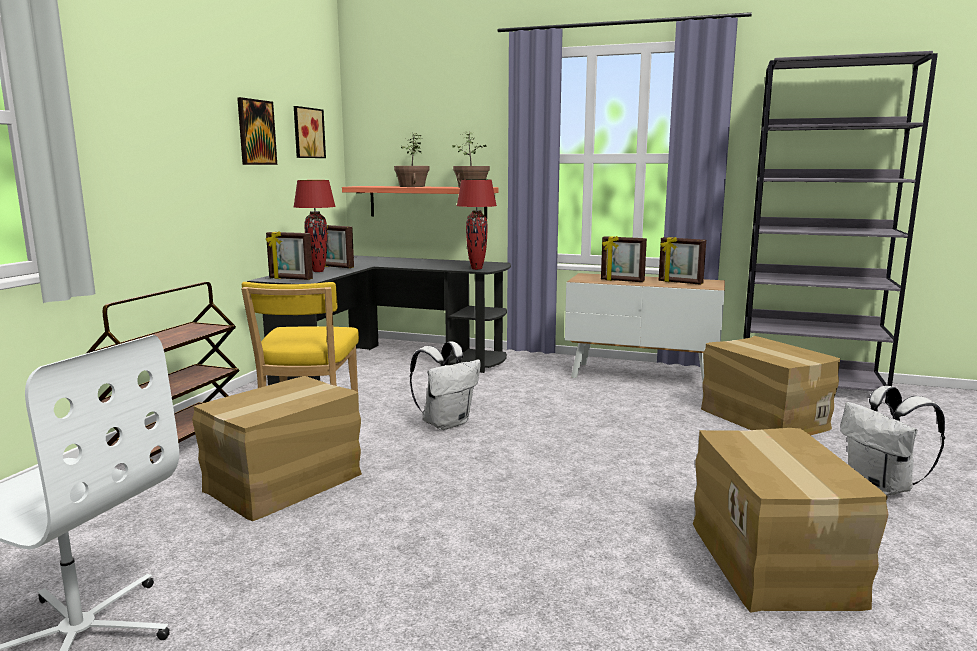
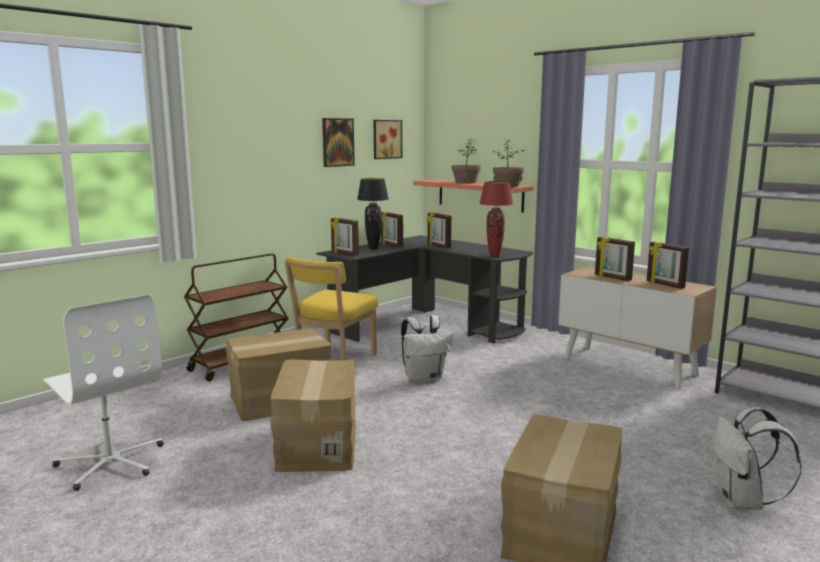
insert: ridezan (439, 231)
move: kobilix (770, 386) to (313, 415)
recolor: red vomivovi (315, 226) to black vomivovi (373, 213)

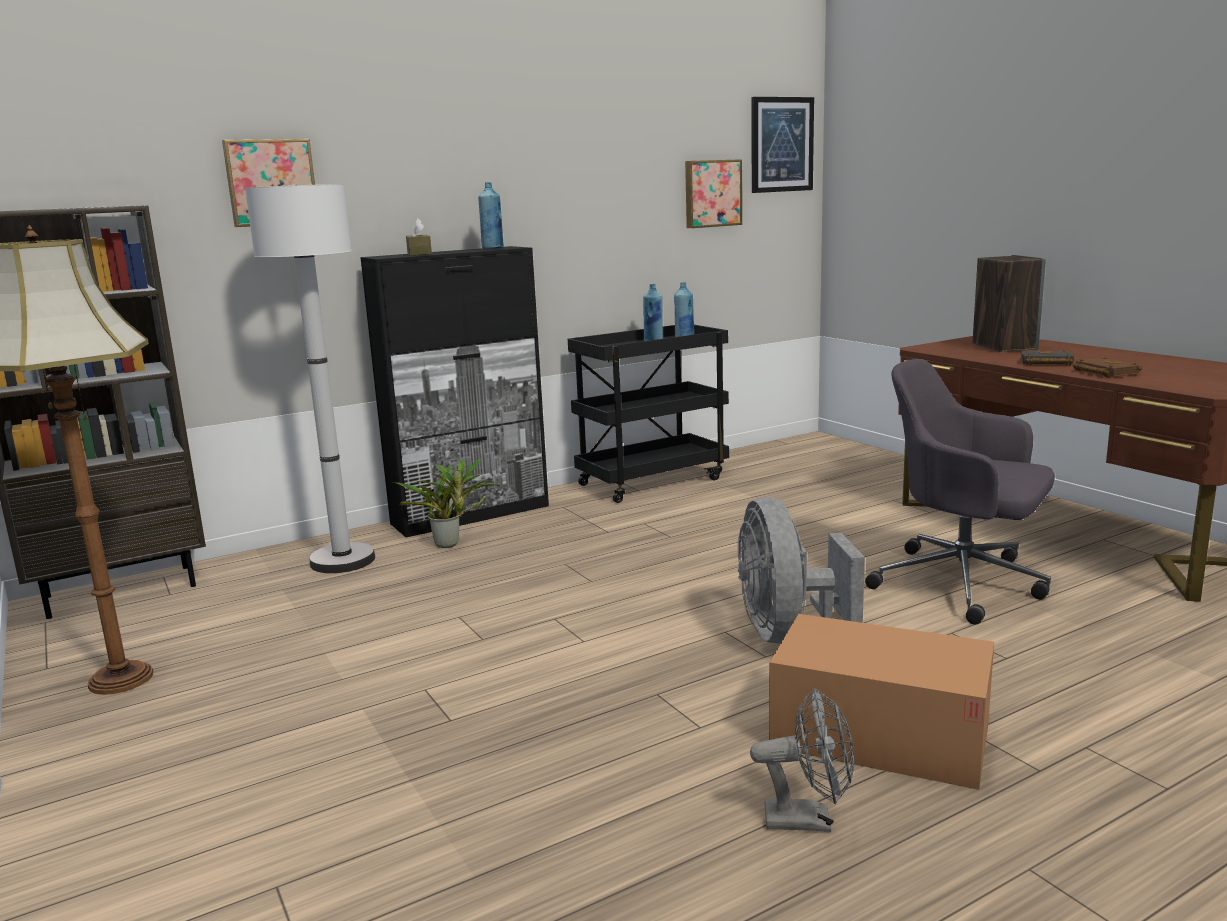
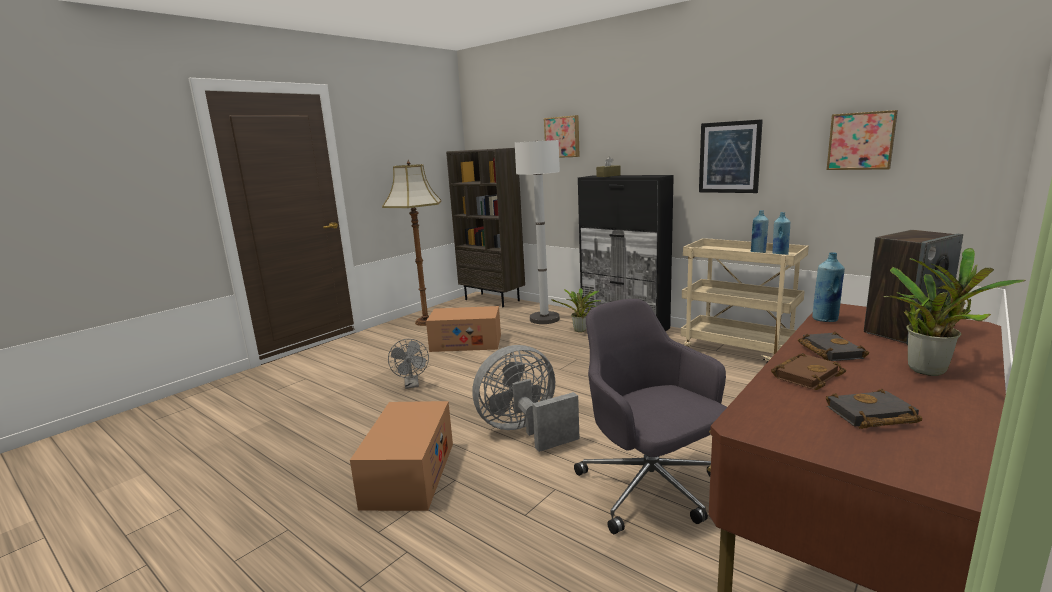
insert: kobilix (463, 329); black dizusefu (874, 409); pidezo (954, 312)
move: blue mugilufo (491, 215) to (828, 287); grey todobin (802, 760) to (408, 364); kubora (782, 145) to (731, 156)
recolor: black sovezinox (648, 414) to beige sovezinox (745, 301)
rotate: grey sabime (960, 492) = (650, 416) 45 degrees counterclockwise

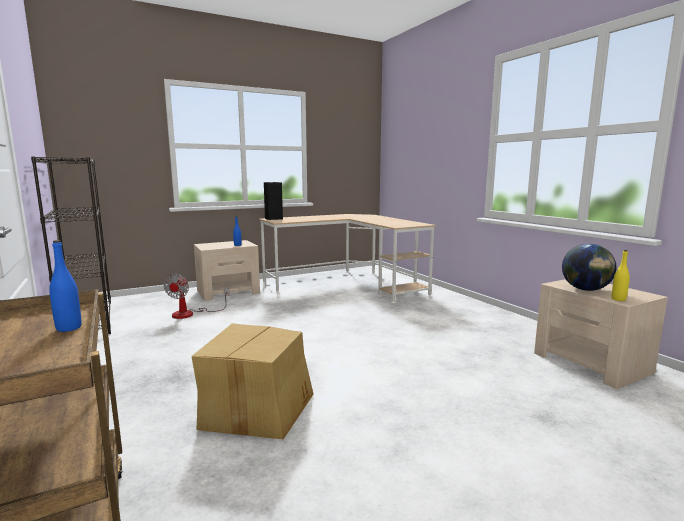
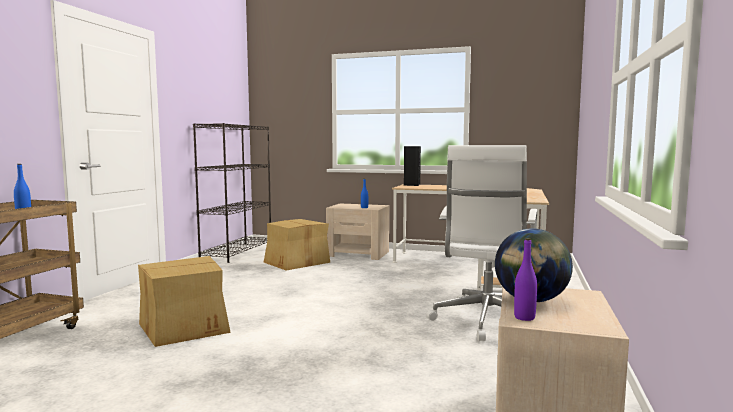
insert: white sabime (482, 243)
replace: todobin (196, 296) to kobilix (297, 244)
recolor: yellow mugilufo (621, 275) to purple mugilufo (525, 279)

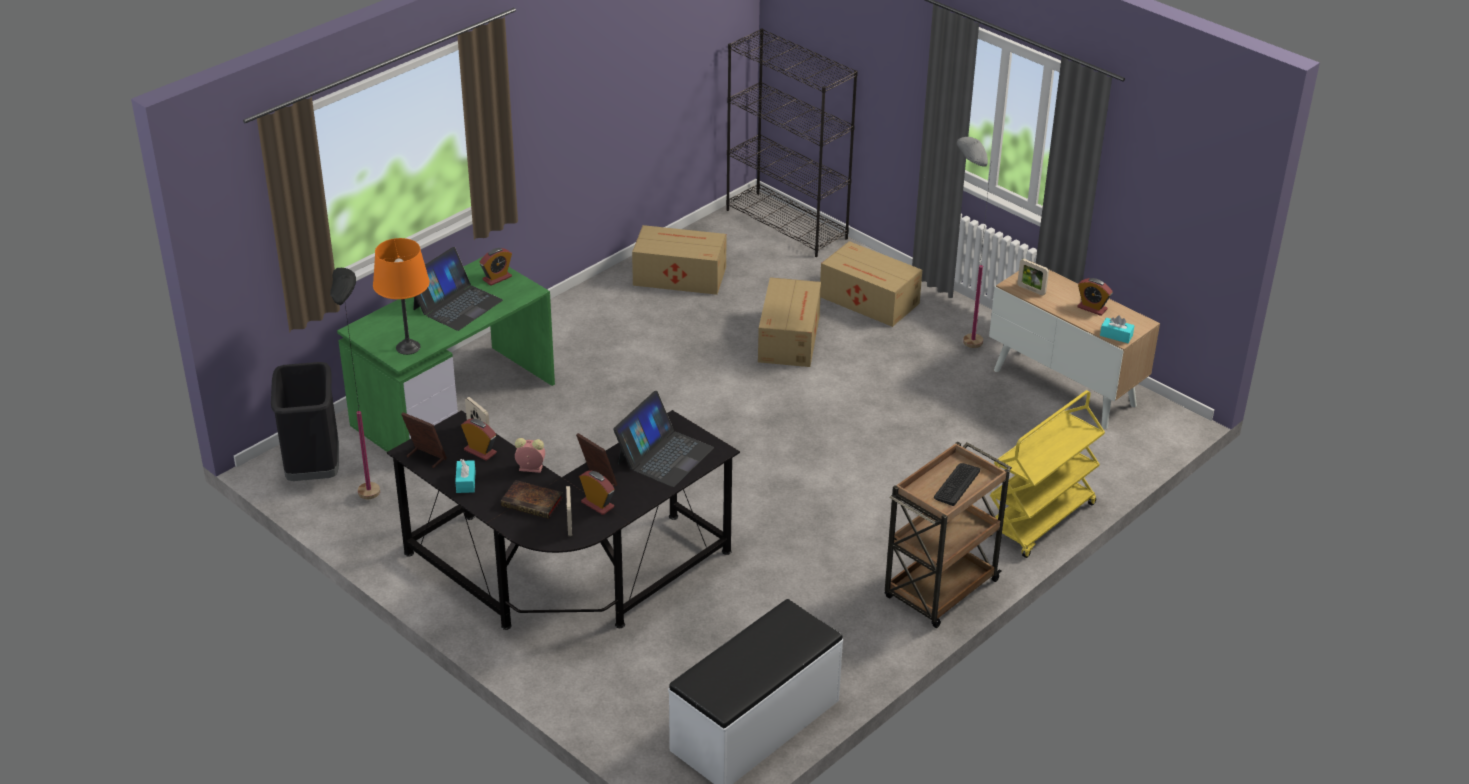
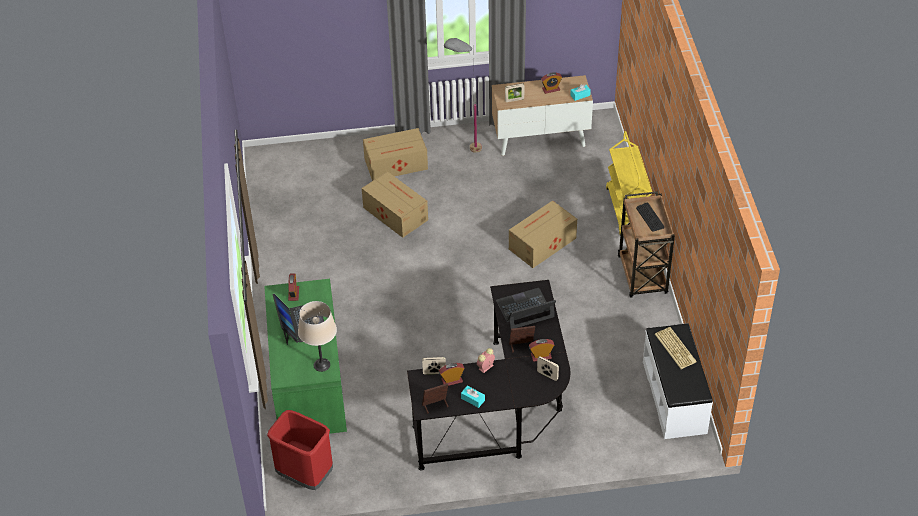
delete: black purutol (355, 383); dizusefu (532, 499); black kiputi (792, 142)
insert: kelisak (676, 348)
move: kobilix (679, 260) to (543, 234)
recolor: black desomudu (305, 421) to red desomudu (300, 450); orange vomivovi (401, 296) to beige vomivovi (317, 336)
rotate: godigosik (663, 439) = (526, 308) 90 degrees counterclockwise

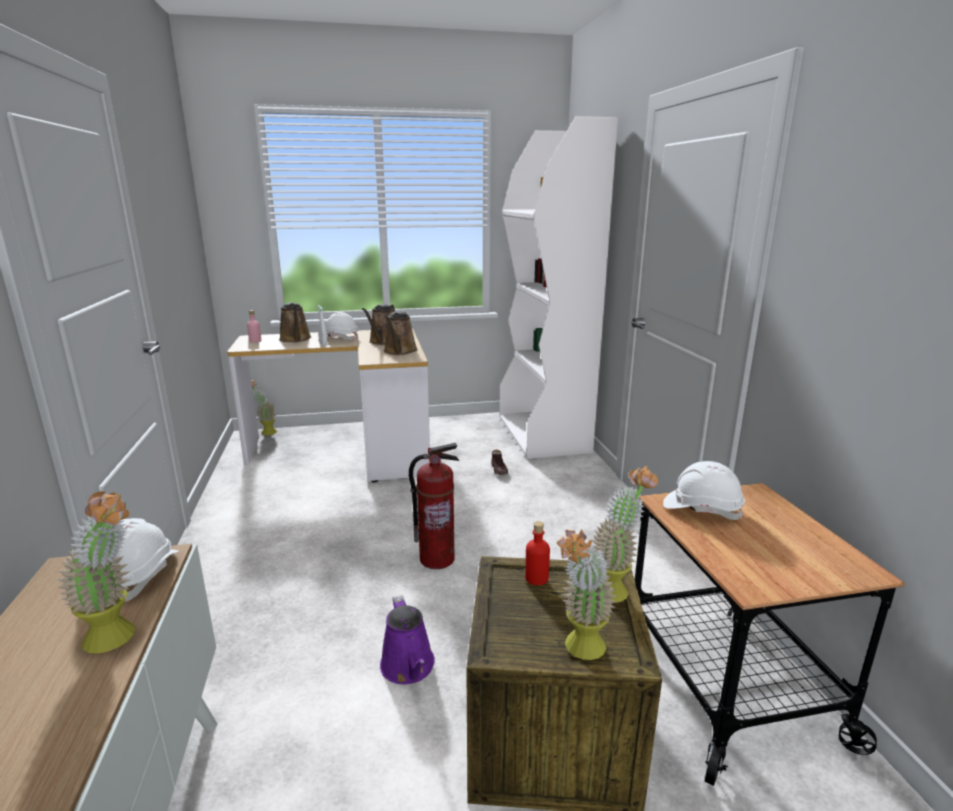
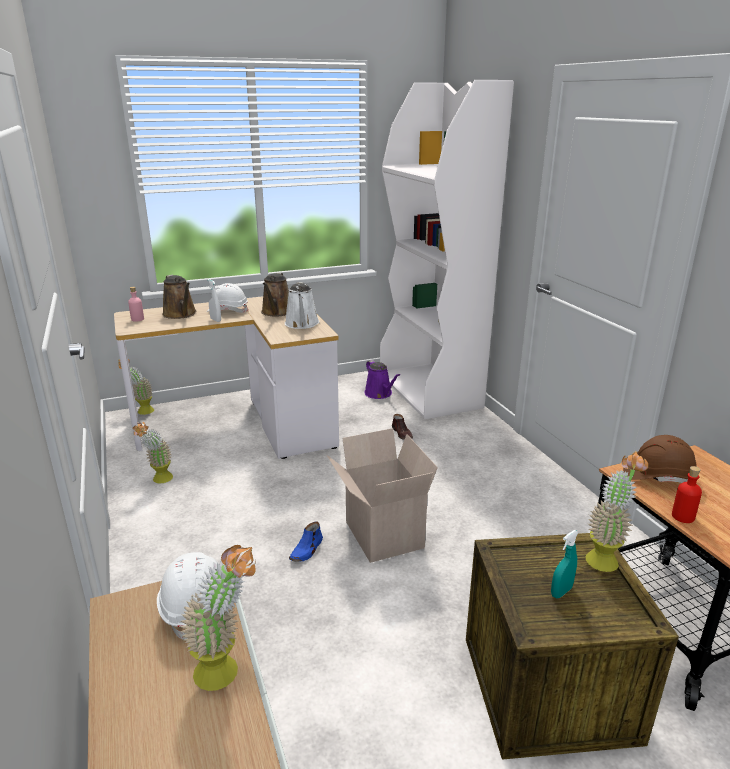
insert: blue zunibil (306, 542); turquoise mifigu (565, 564)
move: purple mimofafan (407, 639) to (382, 379); red mugilufo (537, 553) to (687, 494); pidezo (587, 594) to (152, 452)
replace: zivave (434, 506) to kobilix (382, 495)
recolor: brown mimofafan (401, 333) to white mimofafan (302, 305); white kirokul (704, 490) to brown kirokul (660, 459)

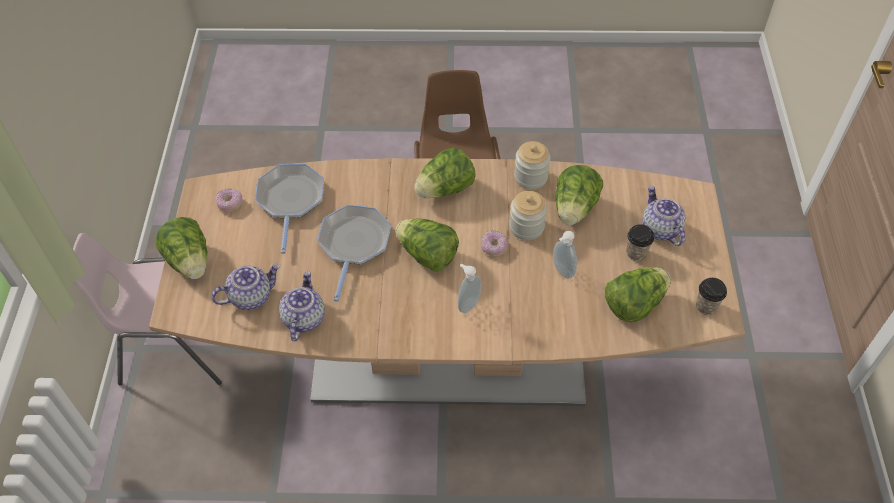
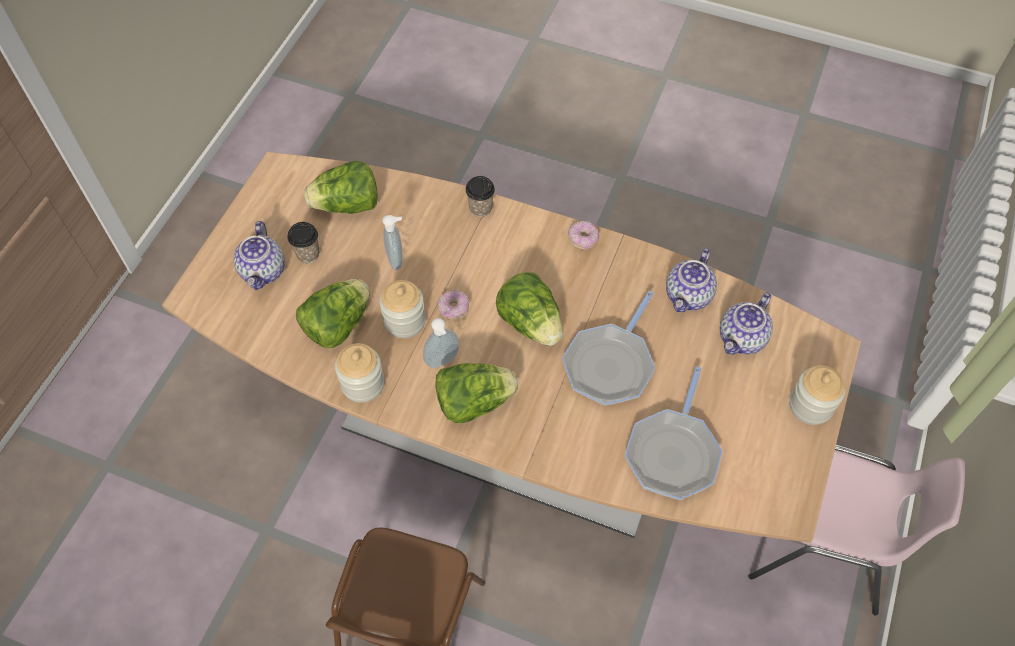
move: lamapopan (229, 200) to (583, 235); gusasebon (470, 288) to (441, 343); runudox (711, 296) to (480, 196)
replace: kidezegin (181, 248) to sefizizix (817, 395)
rotate: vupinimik (246, 287) = (746, 323) 45 degrees counterclockwise

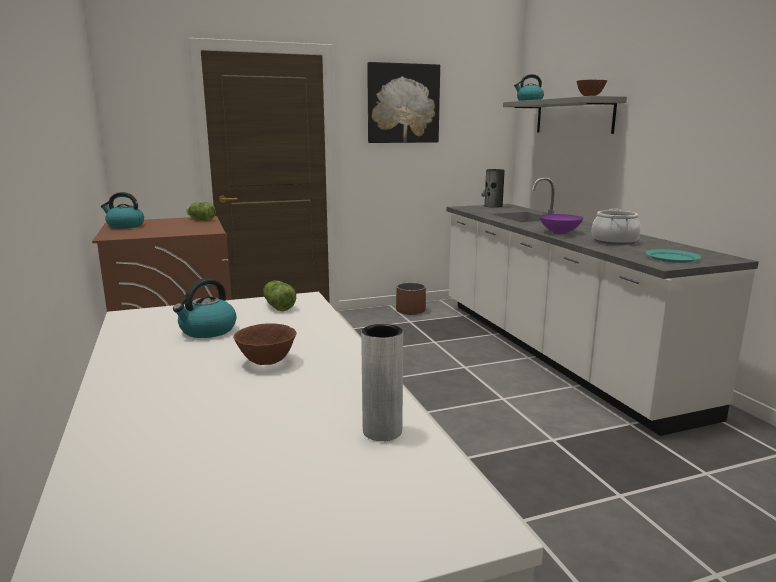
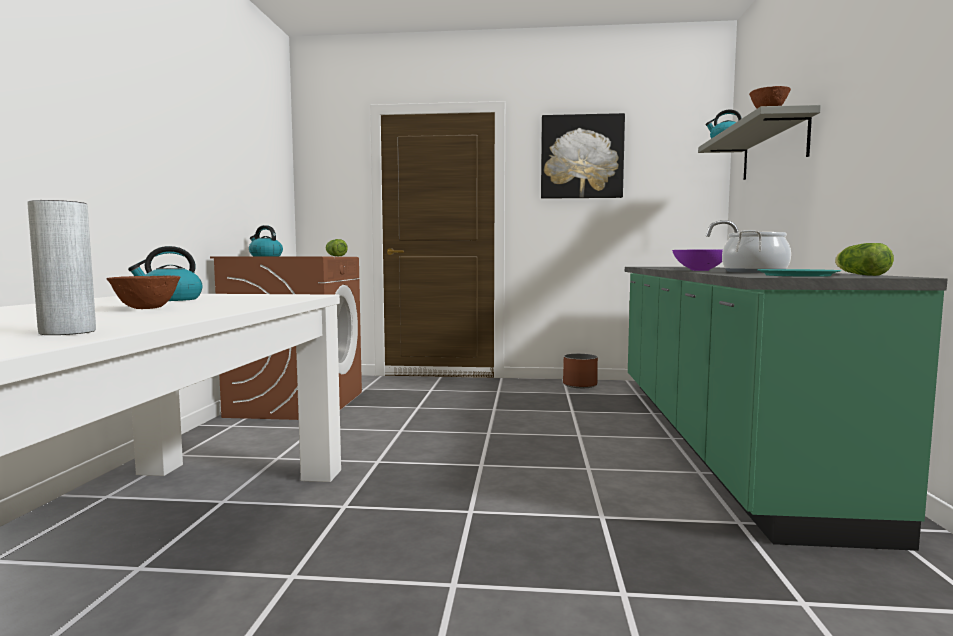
delete: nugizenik (493, 188)
move: kidezegin (279, 296) to (864, 259)
recolor: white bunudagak (602, 306) to green bunudagak (786, 385)

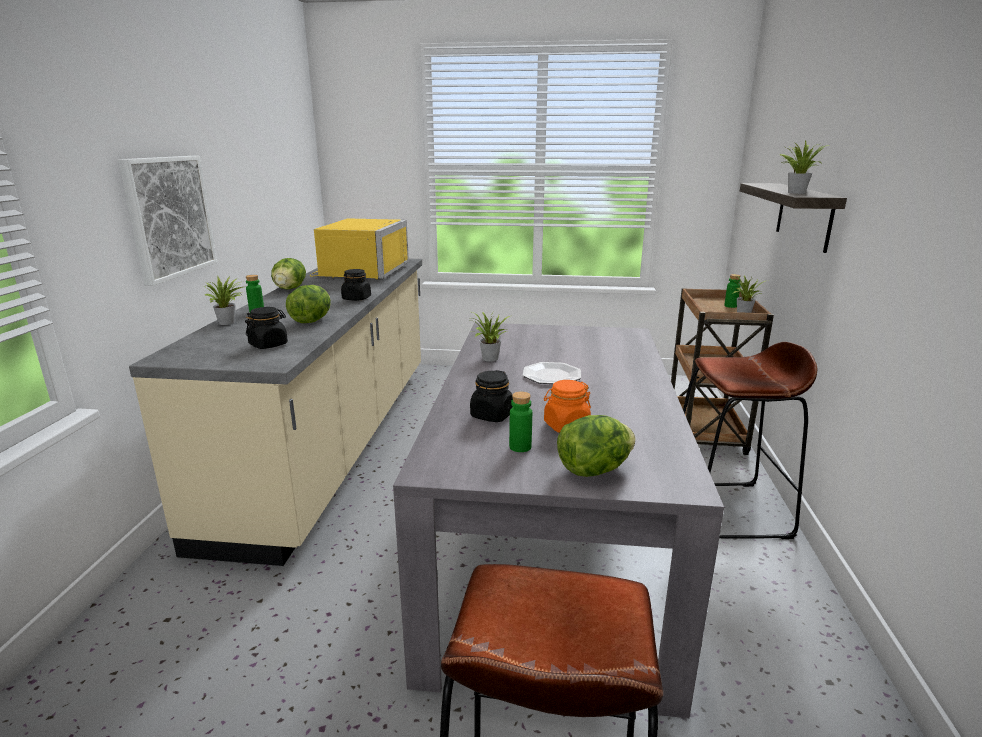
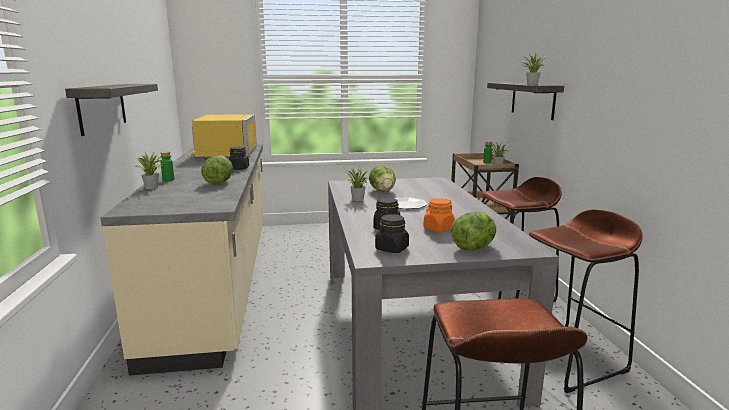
delete: green mugilufo (520, 421)
insert: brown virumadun (579, 301)
move: black sefizizix (266, 328) to (392, 233); kidezegin (288, 274) to (382, 178)
replace: kubora (167, 221) to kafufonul (111, 110)

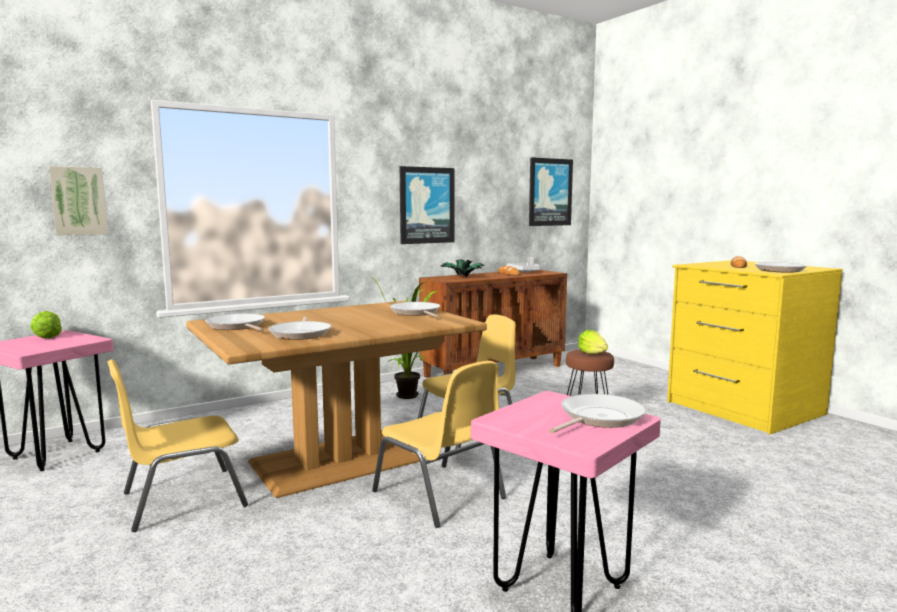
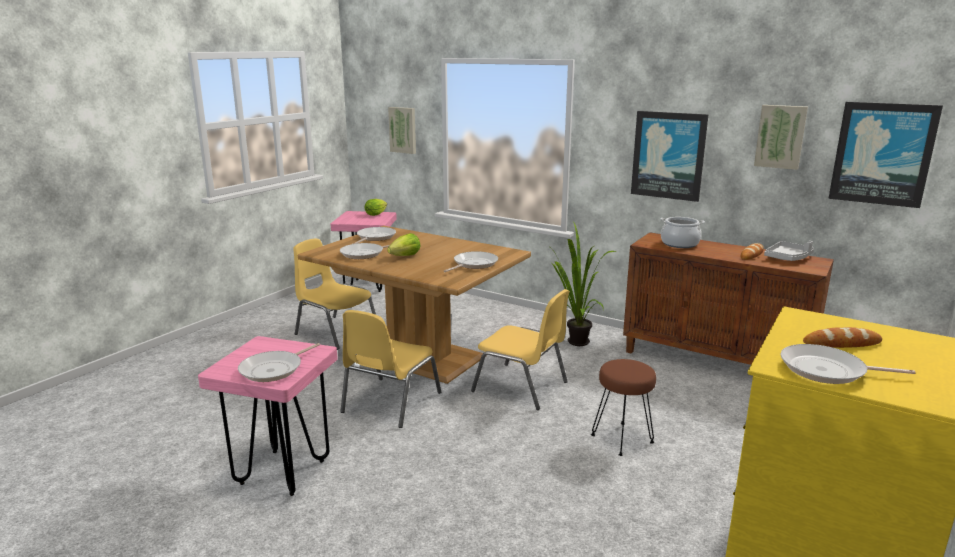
insert: kubora (781, 137)
move: kidezegin (593, 342) to (404, 244)
replace: pidezo (463, 268) to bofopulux (682, 232)
rotate: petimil (597, 413) = (279, 362) 105 degrees clockwise

